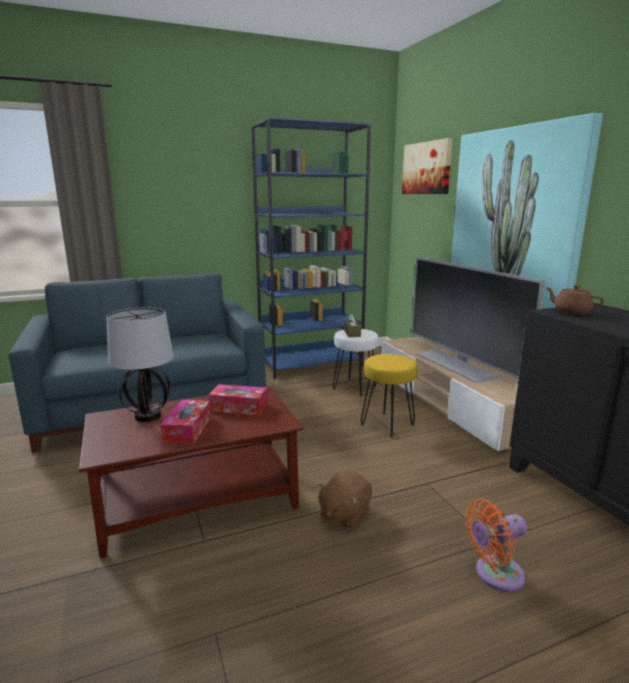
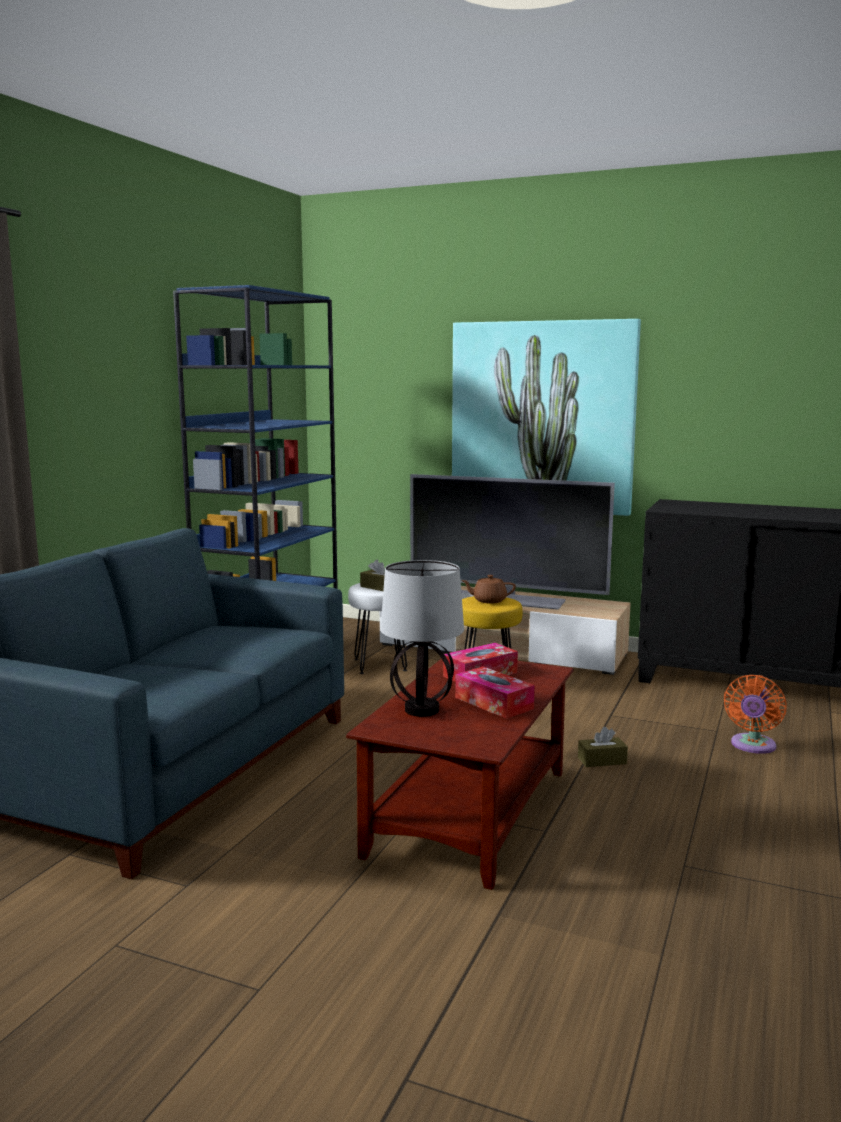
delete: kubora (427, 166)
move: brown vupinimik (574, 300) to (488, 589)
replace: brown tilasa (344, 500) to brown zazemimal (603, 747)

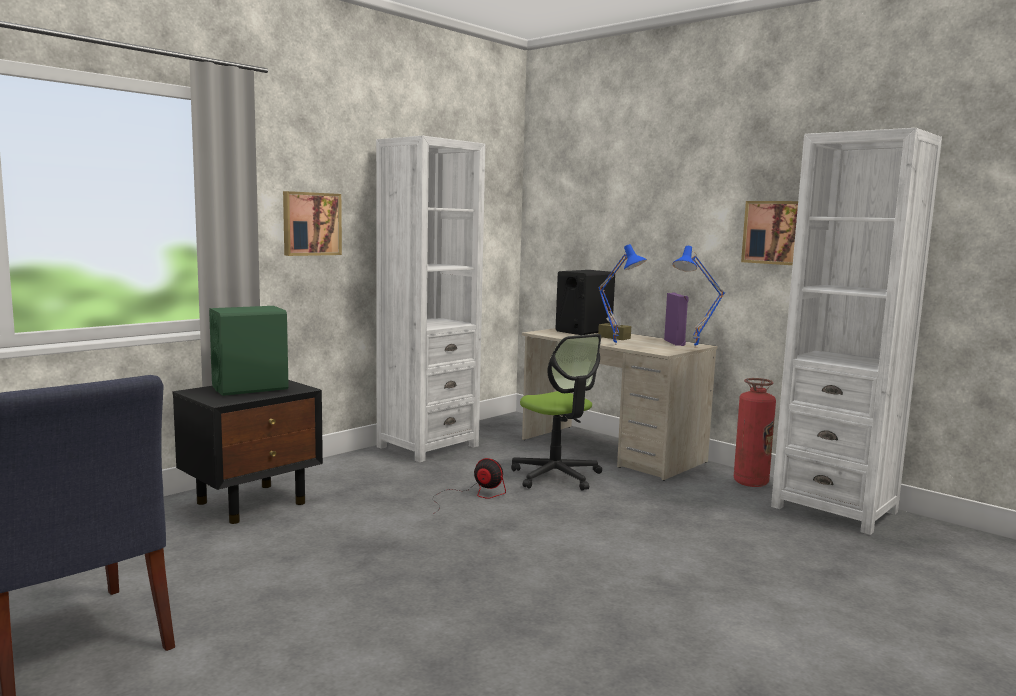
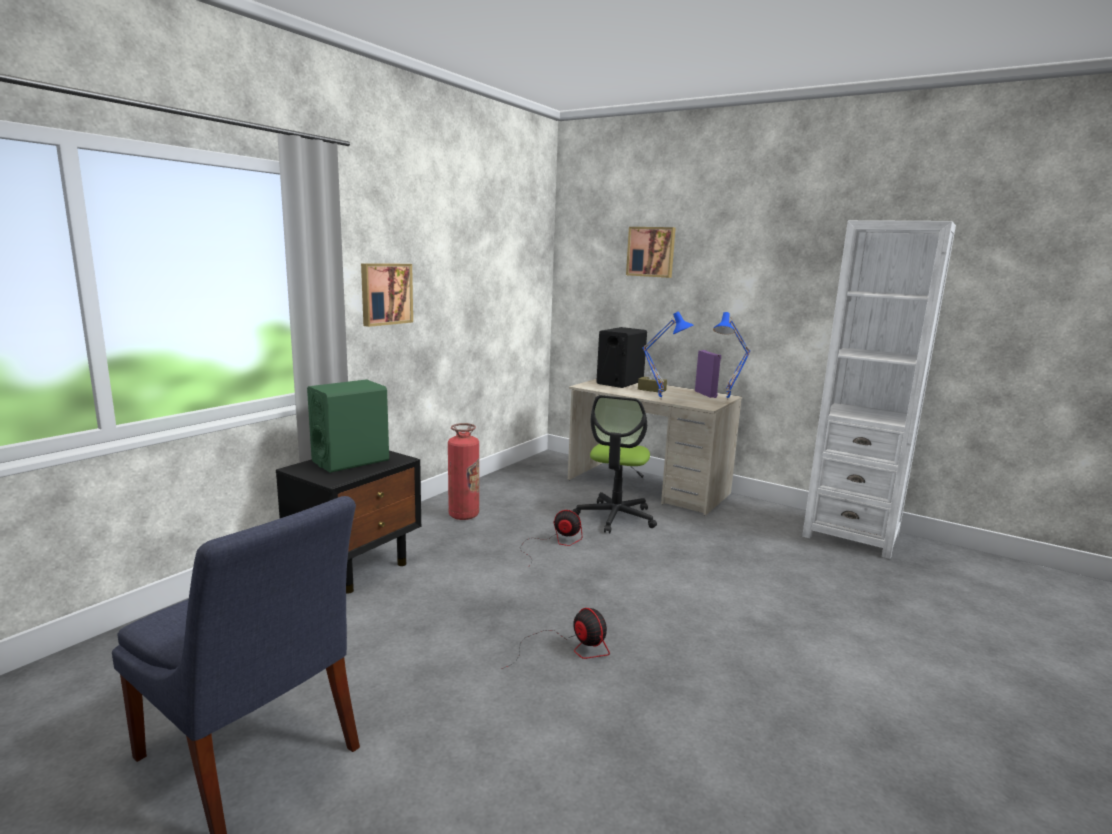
delete: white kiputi (430, 299)
insert: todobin (556, 638)
move: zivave (755, 432) to (463, 471); kubora (769, 233) to (651, 252)
rotate: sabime (556, 412) = (614, 464) 60 degrees clockwise

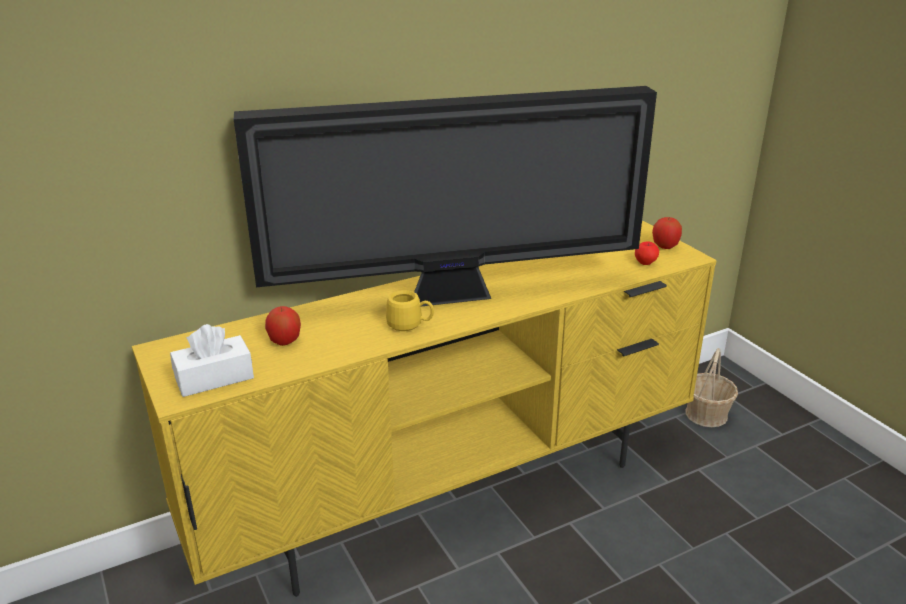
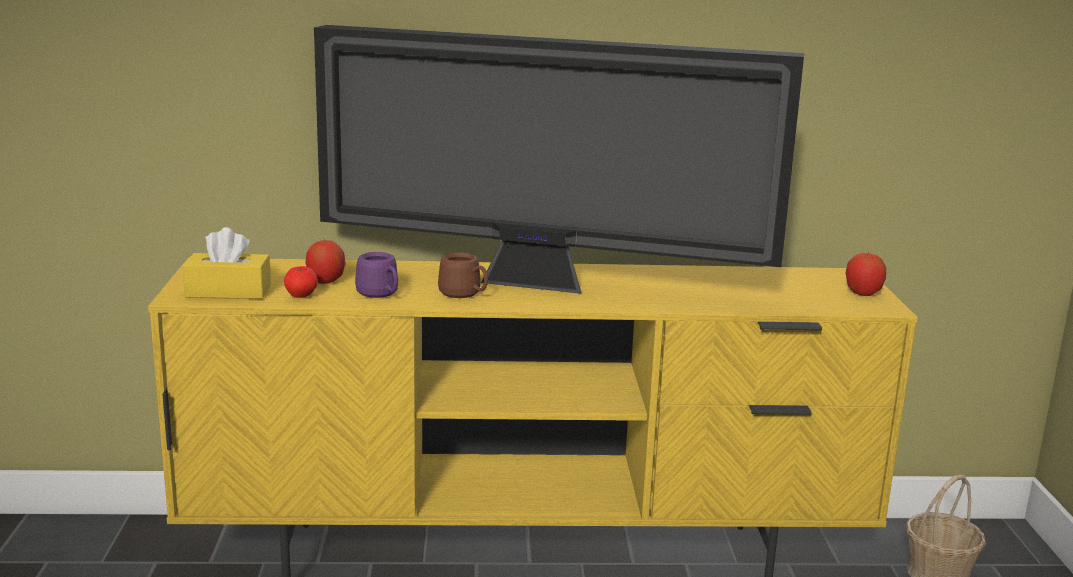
insert: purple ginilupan (376, 275)
move: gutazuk (647, 253) to (301, 282)
recolor: white zazemimal (212, 360) to yellow zazemimal (226, 263); yellow ginilupan (410, 310) to brown ginilupan (463, 275)

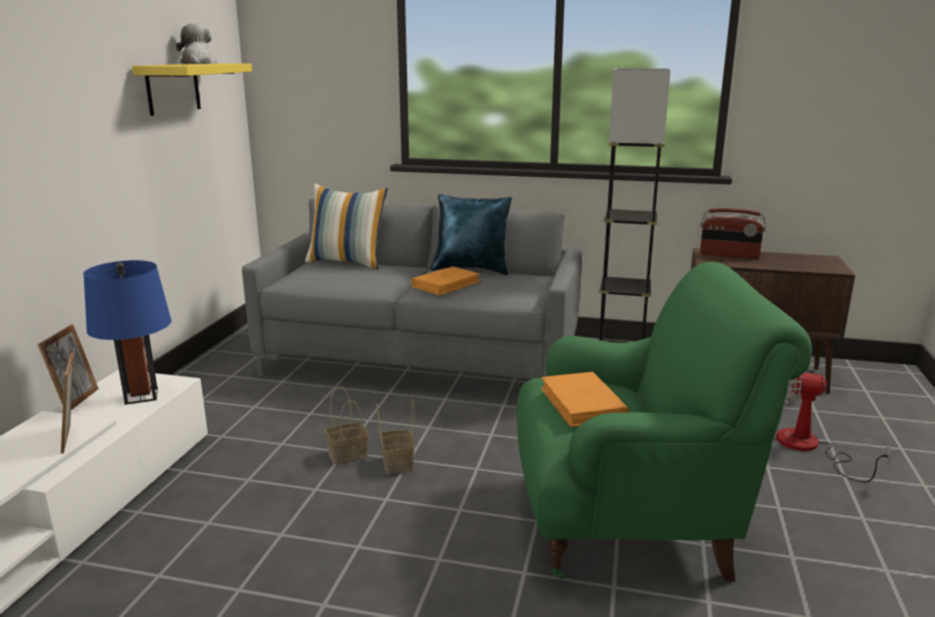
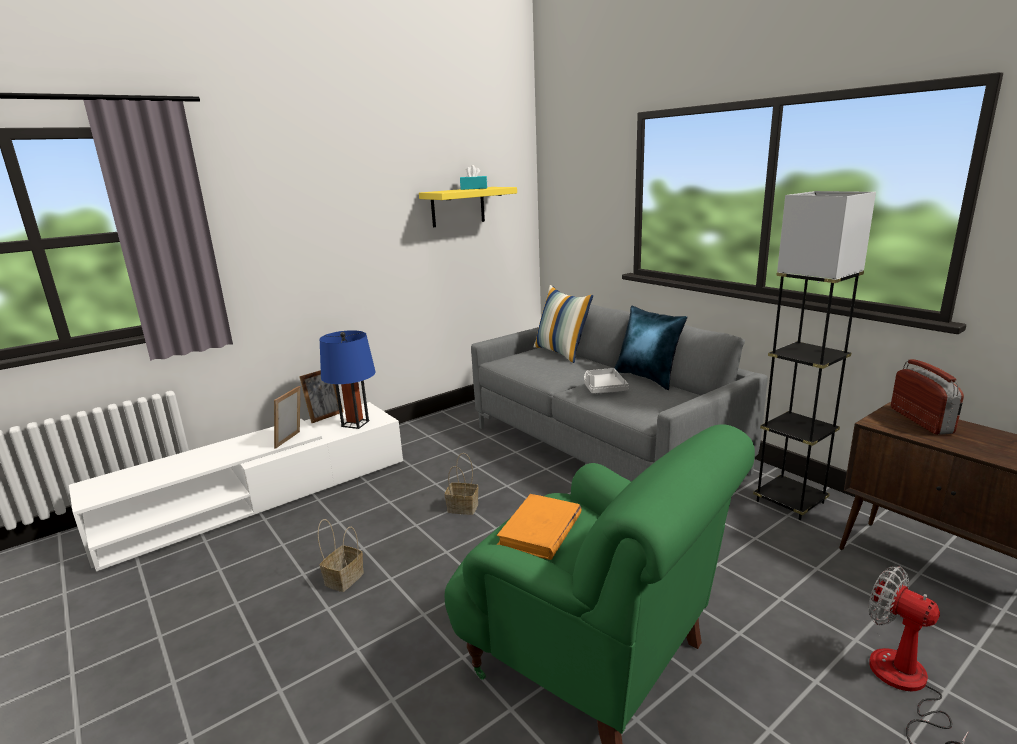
move: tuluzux (395, 436) to (341, 555)
replace: tilasa (196, 43) to turquoise zazemimal (473, 177); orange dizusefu (446, 281) to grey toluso (606, 381)
rotate: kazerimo (733, 233) = (927, 397) 150 degrees counterclockwise

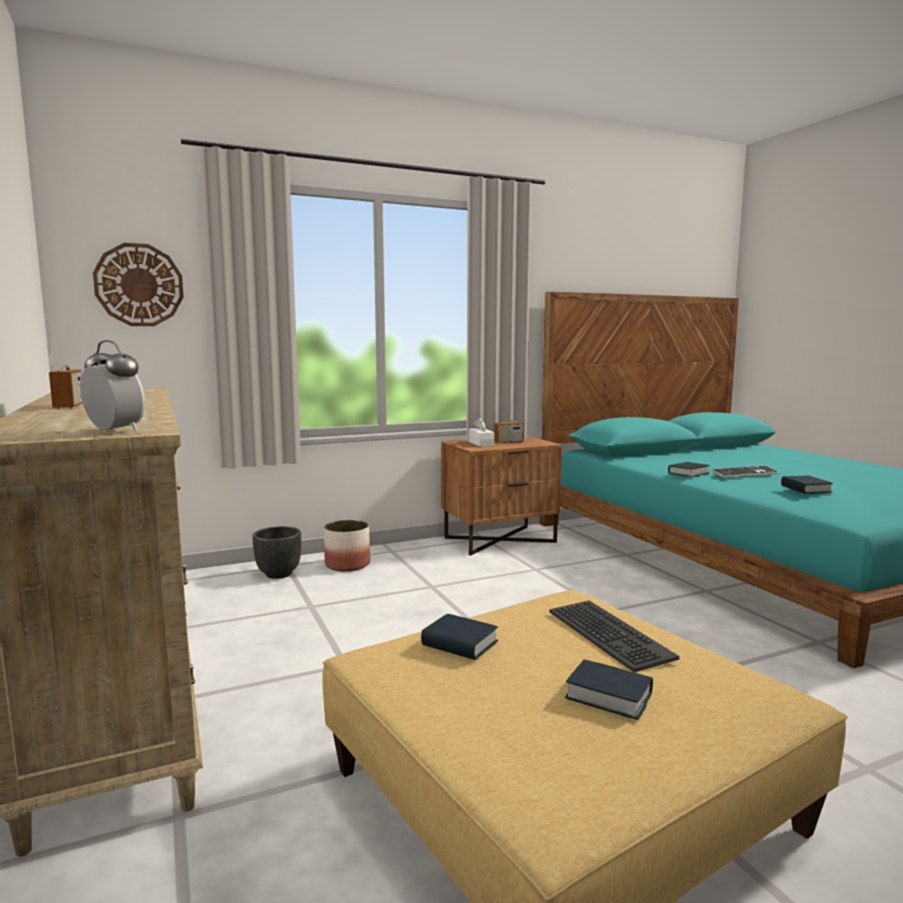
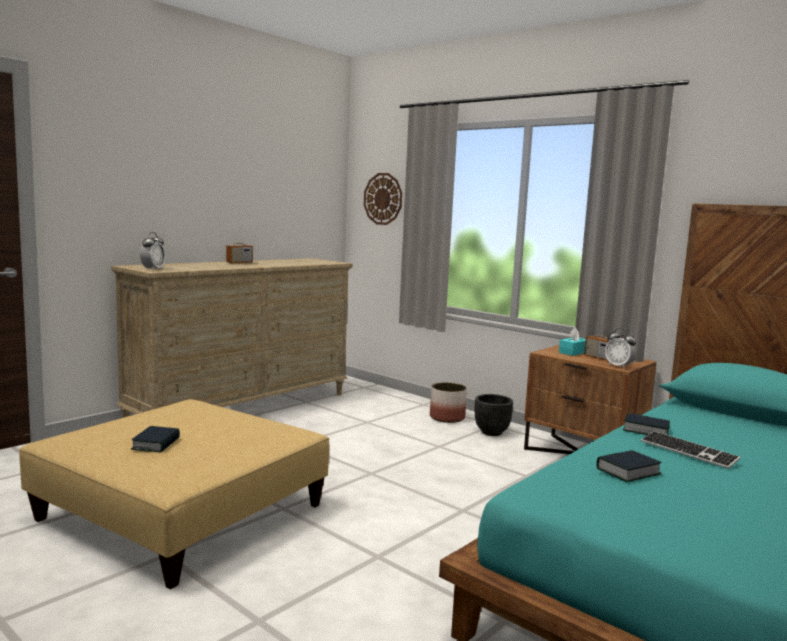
delete: dizusefu (459, 637); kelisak (614, 636)
insert: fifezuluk (621, 348)
move: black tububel (277, 552) to (494, 415)
recolor: white zazemimal (481, 432) to turquoise zazemimal (572, 341)

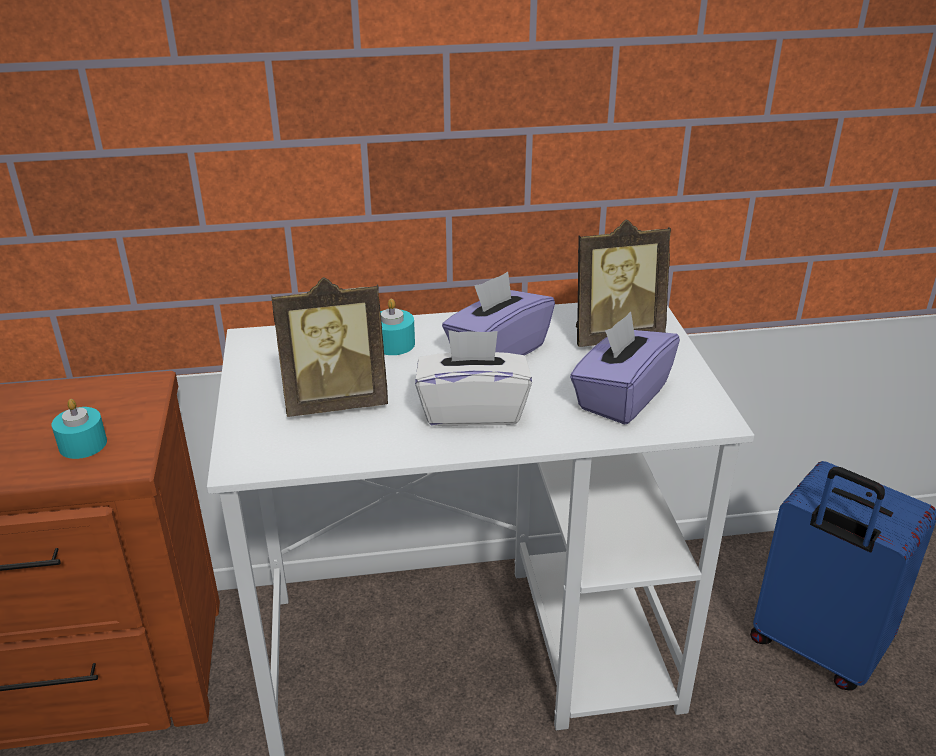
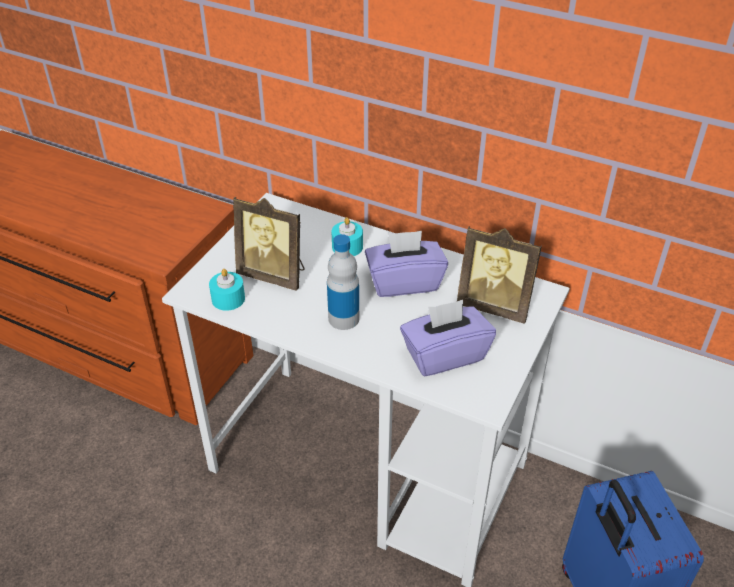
move: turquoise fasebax (79, 429) to (227, 290)
replace: white zazemimal (473, 378) to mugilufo (343, 282)

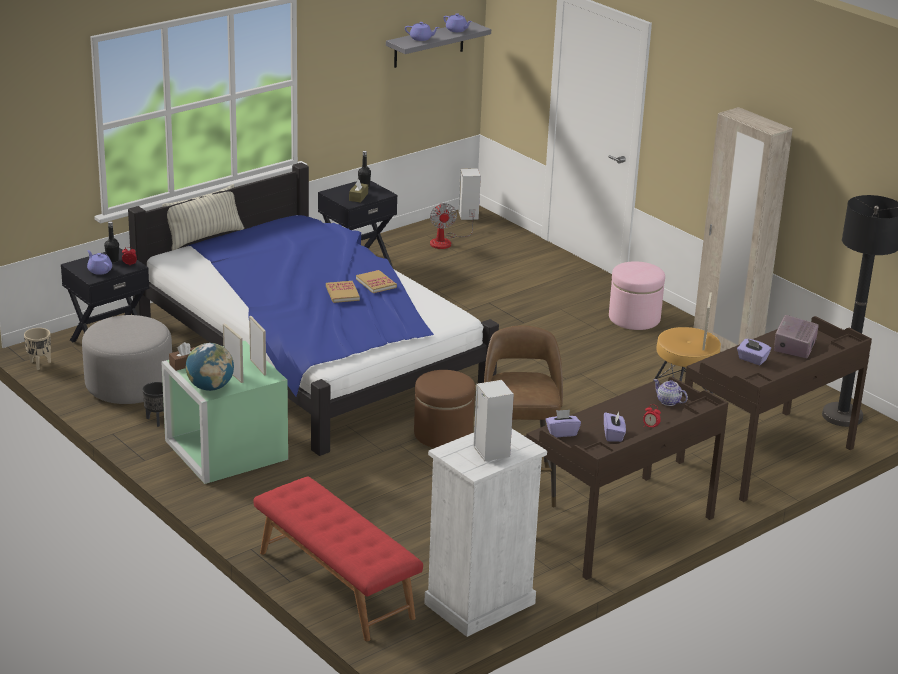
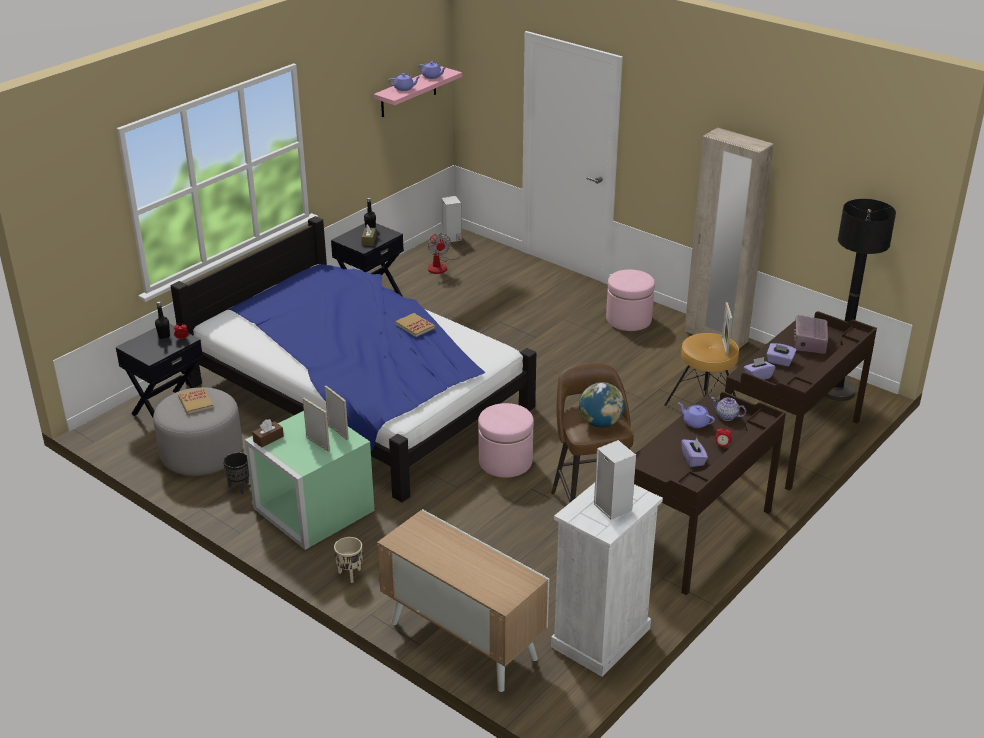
delete: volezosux (203, 217)
move: beige tububel (37, 349) to (348, 560); purple vupinimik (99, 262) to (696, 415); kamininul (210, 367) to (602, 405); dizusefu (343, 292) to (196, 401); purple zazemimal (563, 424) to (759, 368)
replace: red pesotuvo (338, 559) to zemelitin (463, 600)
recolor: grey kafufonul (438, 45) to pink kafufonul (418, 91); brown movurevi (444, 409) to pink movurevi (506, 440)

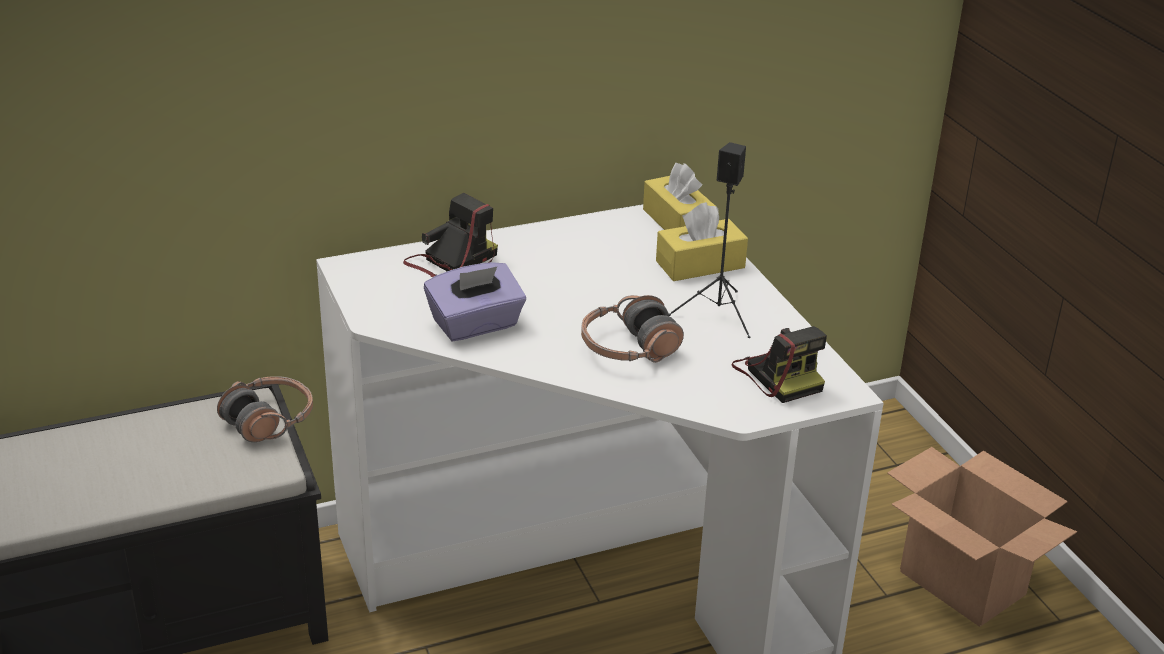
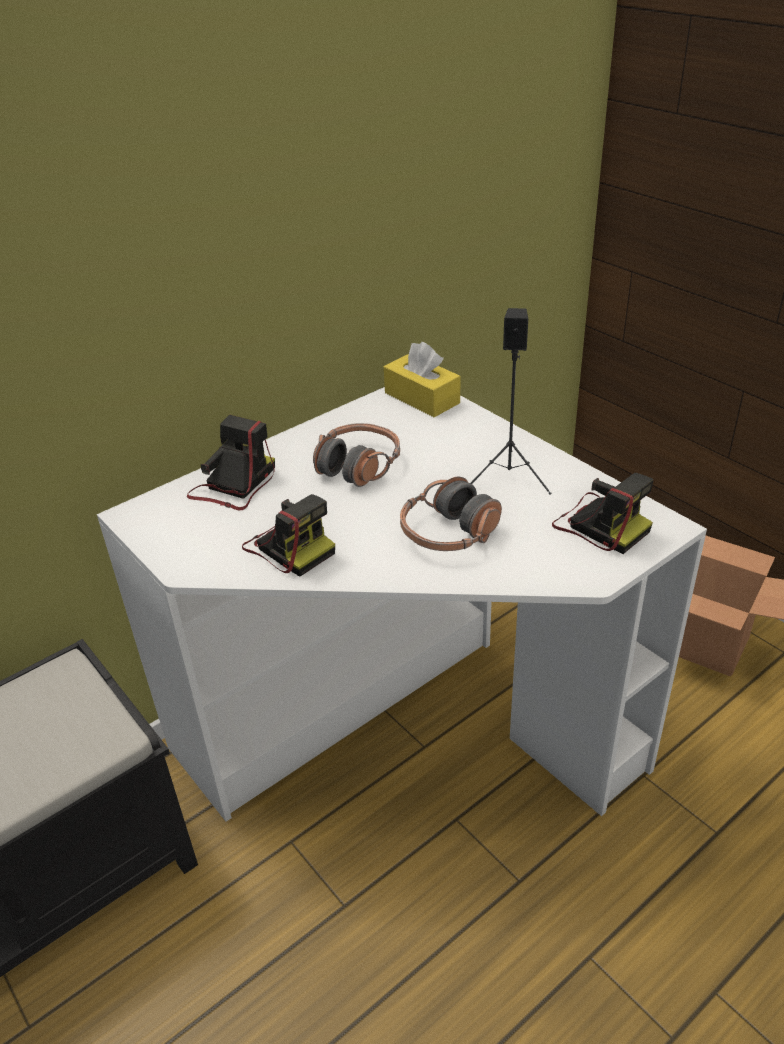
delete: yellow zazemimal (702, 241)
move: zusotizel (265, 409) to (356, 455)
replace: purple zazemimal (475, 301) to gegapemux (288, 535)

